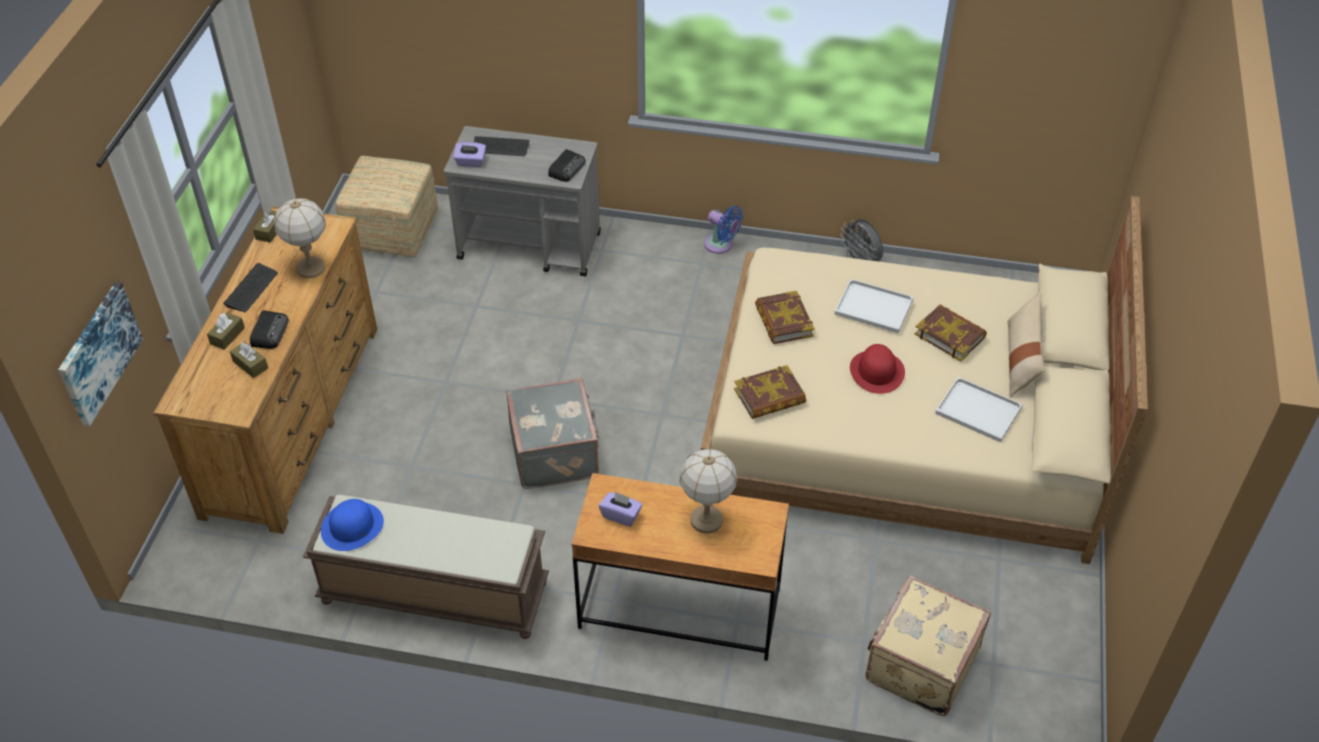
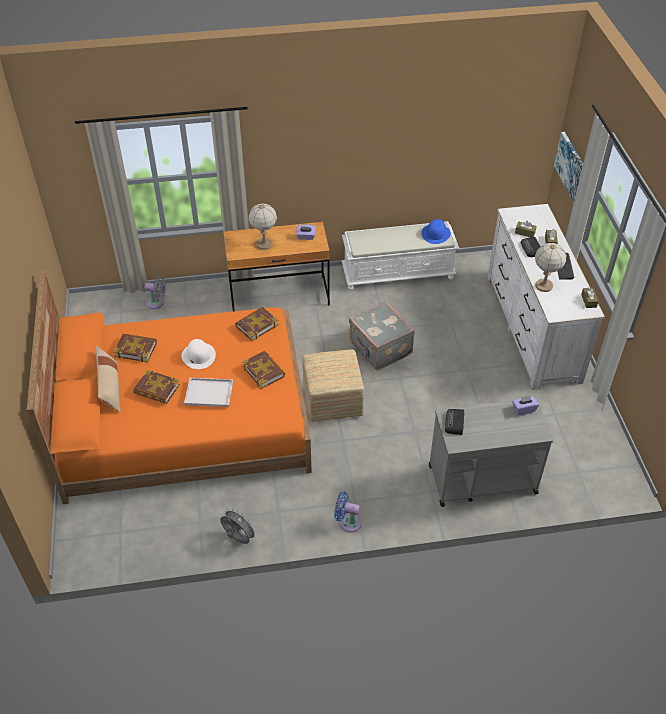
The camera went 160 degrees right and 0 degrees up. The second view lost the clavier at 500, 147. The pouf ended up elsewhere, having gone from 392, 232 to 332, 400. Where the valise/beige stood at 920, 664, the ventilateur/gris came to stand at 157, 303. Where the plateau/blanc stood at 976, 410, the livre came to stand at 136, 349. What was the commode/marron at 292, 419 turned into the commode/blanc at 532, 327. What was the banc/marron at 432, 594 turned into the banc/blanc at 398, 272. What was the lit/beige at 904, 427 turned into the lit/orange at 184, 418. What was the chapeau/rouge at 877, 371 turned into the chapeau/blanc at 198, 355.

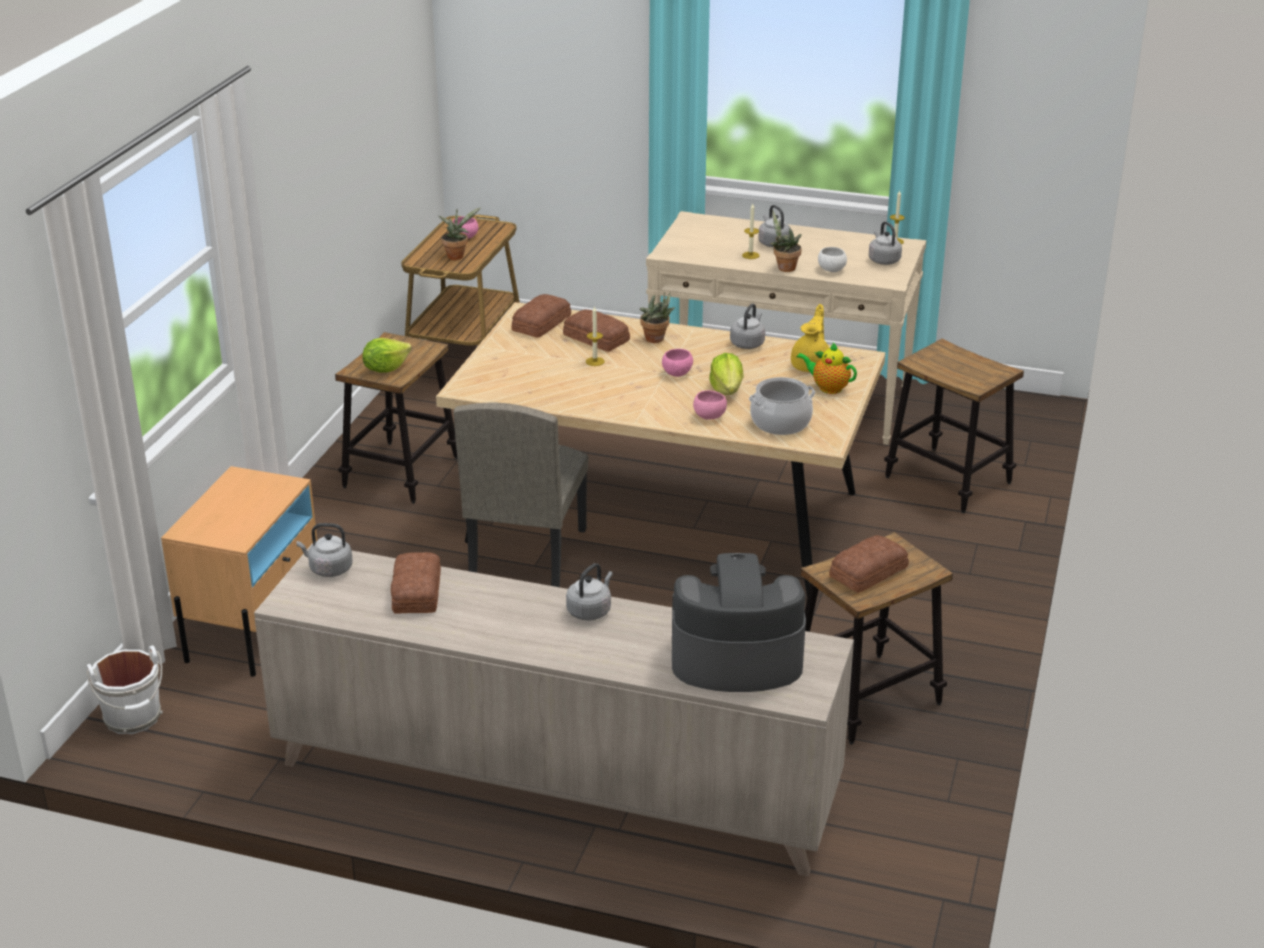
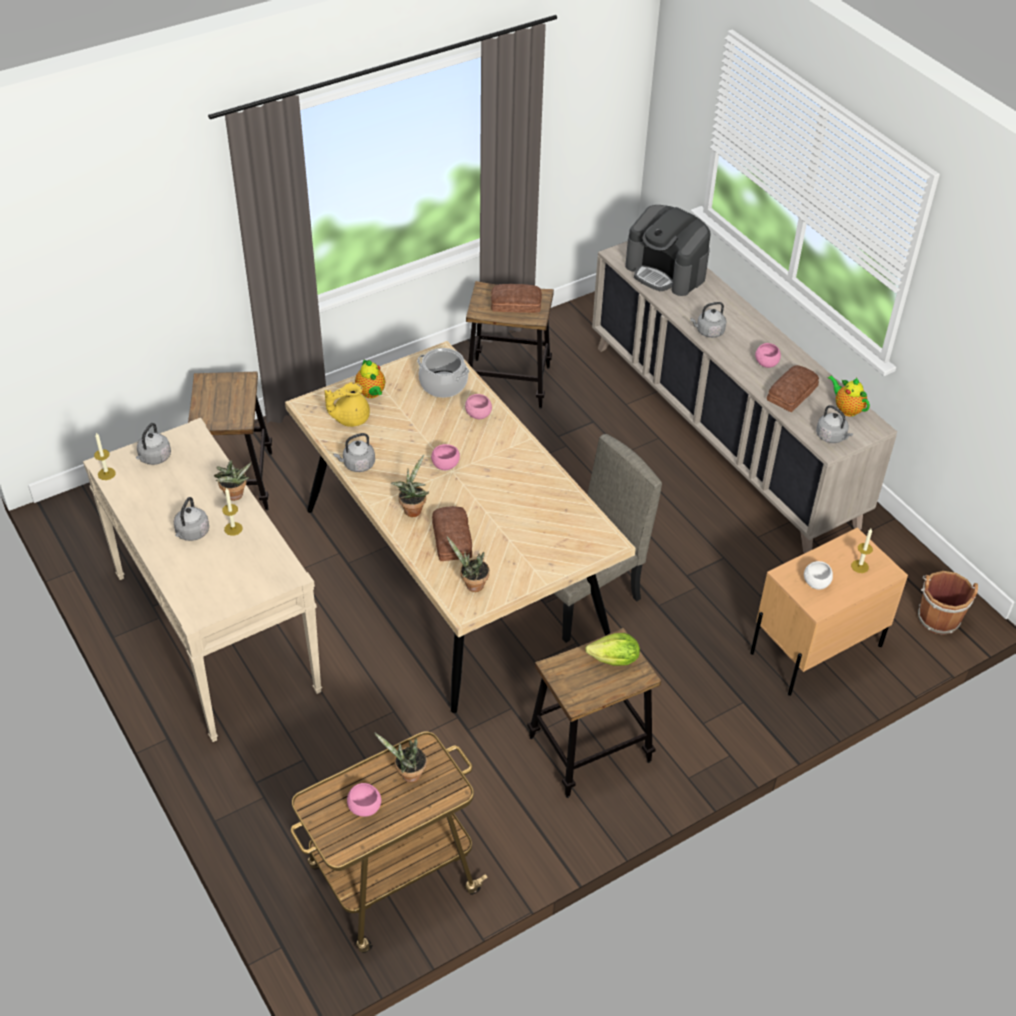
The camera went 140 degrees left and 15 degrees up. The second view lost the laitue at 727, 390. The second view gained the bol/rose at 766, 363. The second view gained the théière at 846, 409. The bougie ended up elsewhere, having gone from 595, 361 to 859, 566. The bol/blanc ended up elsewhere, having gone from 831, 270 to 816, 583. Where the pain stood at 540, 323, the plante en pot came to stand at 471, 585. What was the seau/blanc at 133, 718 turned into the seau/marron at 938, 617.

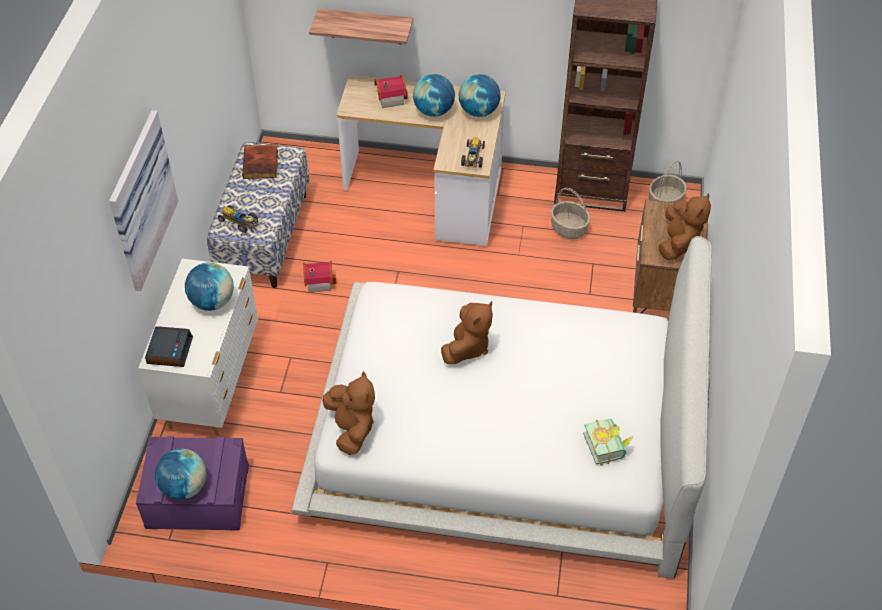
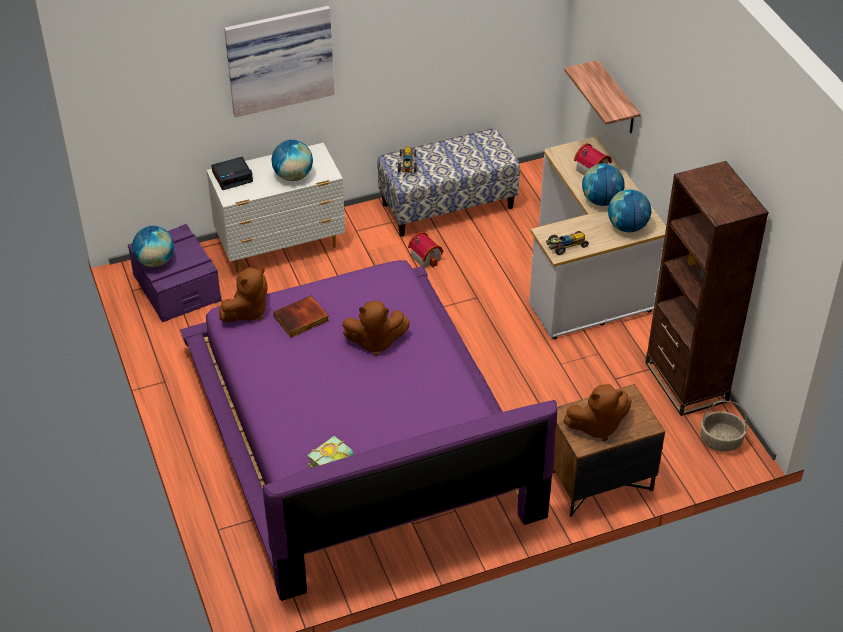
The camera went 60 degrees right and 5 degrees down. The second view lost the panier at 569, 229. The livre ended up elsewhere, having gone from 261, 164 to 301, 319. What was the lit/blanc at 504, 430 turned into the lit/violet at 358, 432.

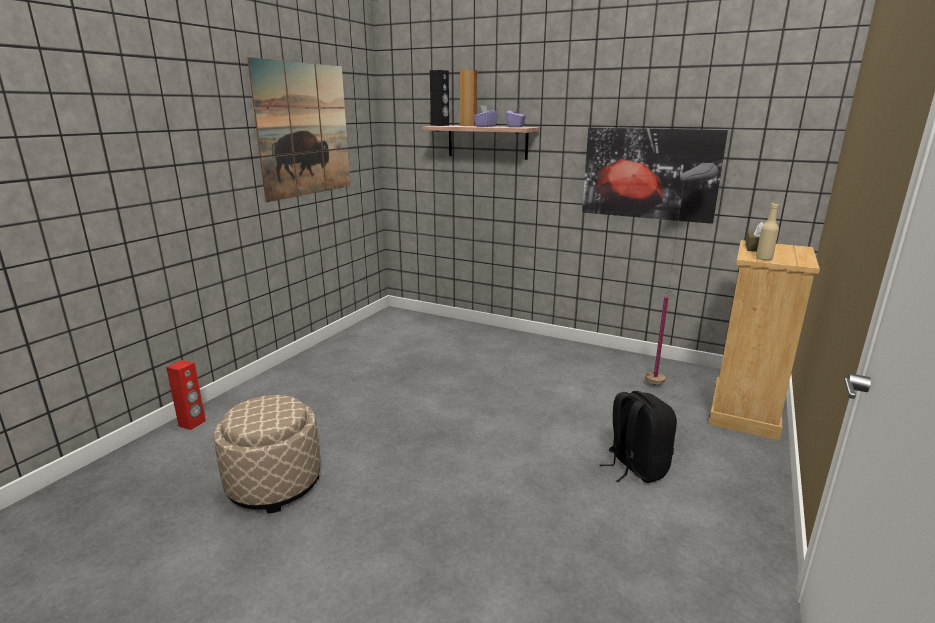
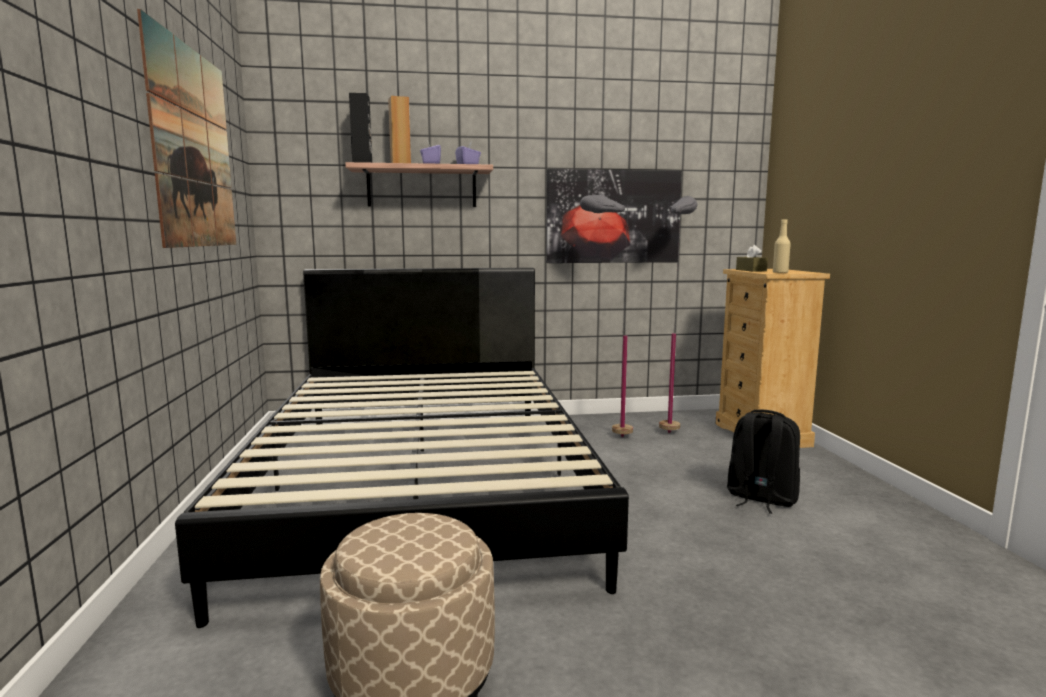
The camera went 35 degrees left and 10 degrees down. The second view lost the enceinte/rouge at 192, 423. The second view gained the lit/noir at 424, 485. The second view gained the lampadaire/gris at 604, 434.

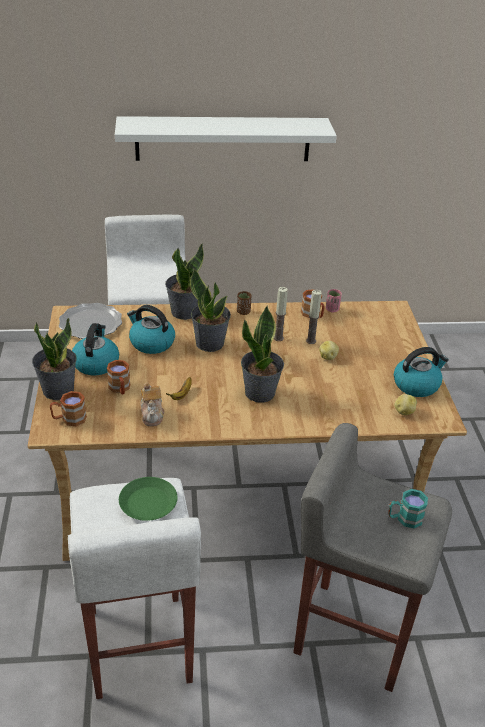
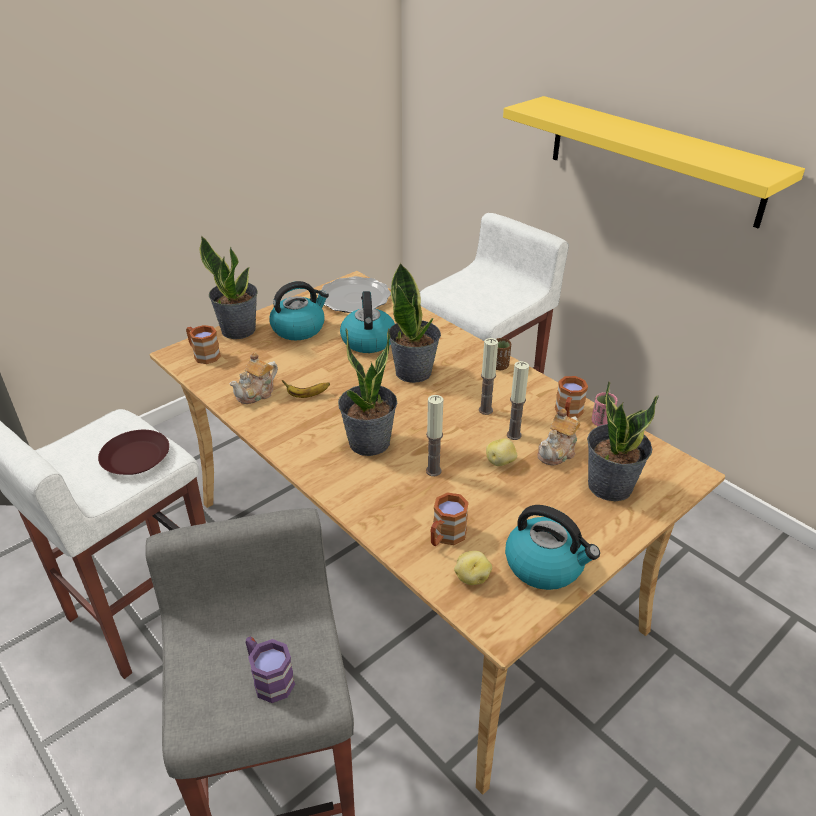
The camera went 55 degrees right and 0 degrees up. The second view gained the bougie at 433, 471. The second view gained the théière at 557, 452. The mug/marron ended up elsewhere, having gone from 120, 389 to 445, 537. The plante en pot ended up elsewhere, having gone from 184, 312 to 609, 485. What was the étagère/blanc at 223, 139 turned into the étagère/jaune at 653, 159. What was the assiette/vert at 149, 503 turned into the assiette/marron at 136, 458. What was the mug/turquoise at 404, 518 turned into the mug/violet at 269, 678.

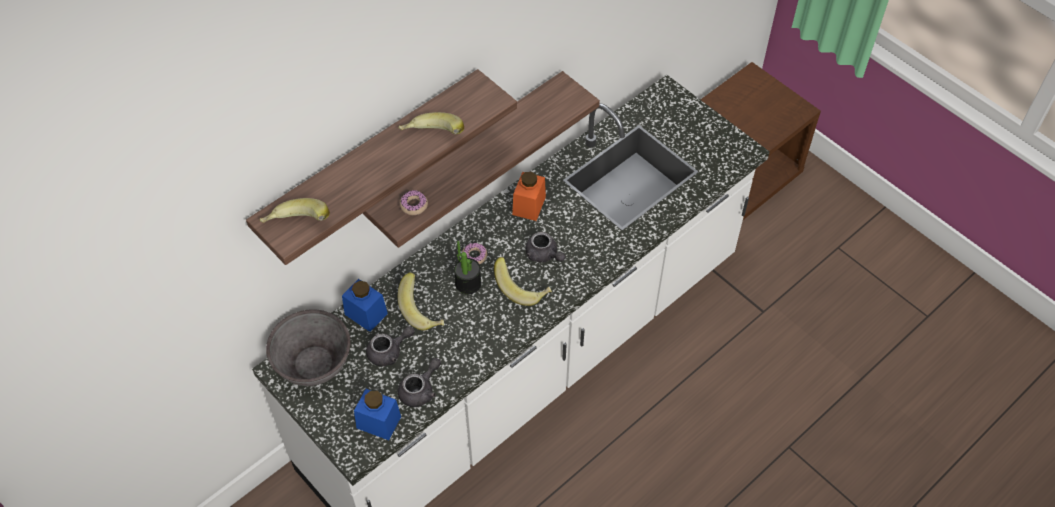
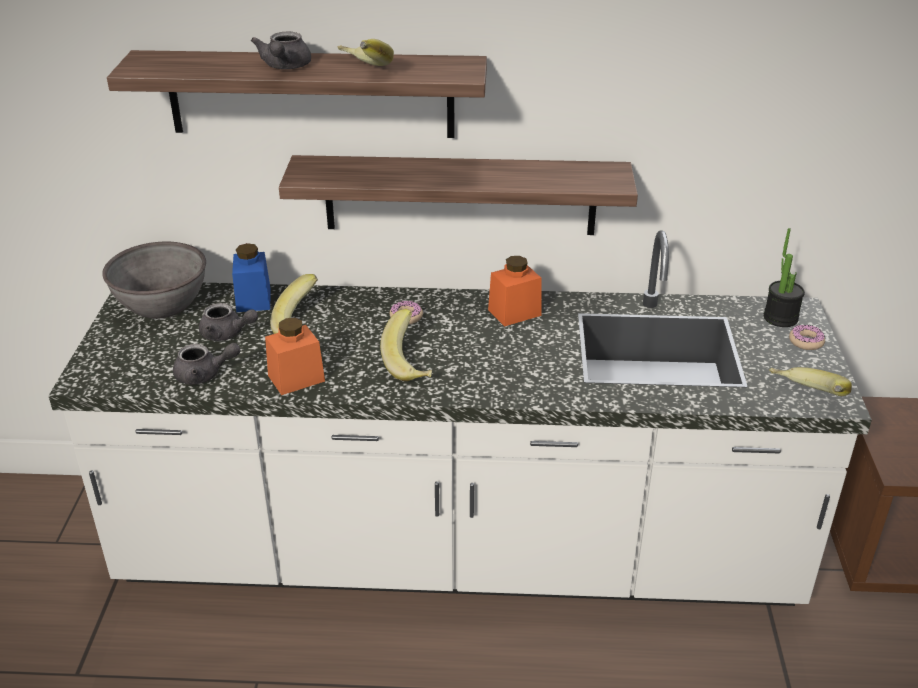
The camera went 45 degrees right and 20 degrees down. The second view lost the bocal/bleu at 378, 422. The second view gained the bocal/orange at 296, 378. The banane ended up elsewhere, having gone from 297, 227 to 805, 397. The beignet ended up elsewhere, having gone from 414, 205 to 806, 342. The plante en pot ended up elsewhere, having gone from 468, 283 to 780, 318. The théière/gris ended up elsewhere, having gone from 544, 255 to 285, 67.

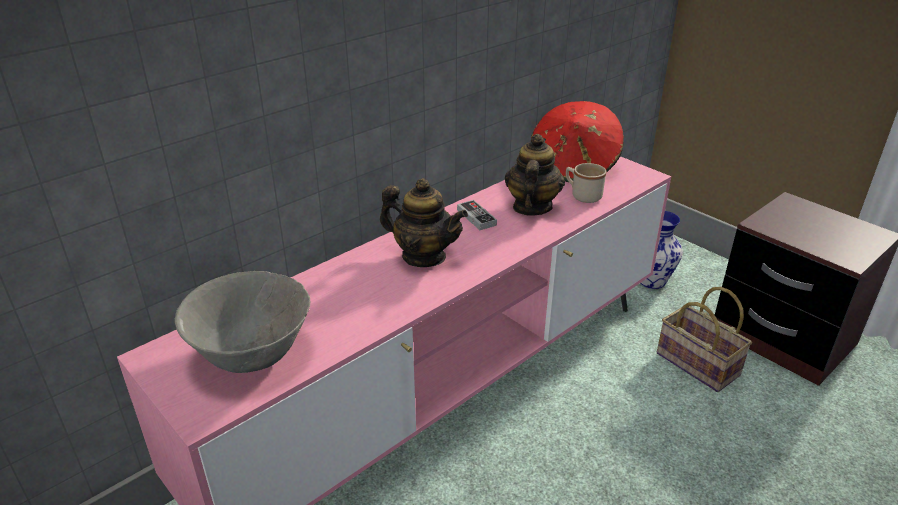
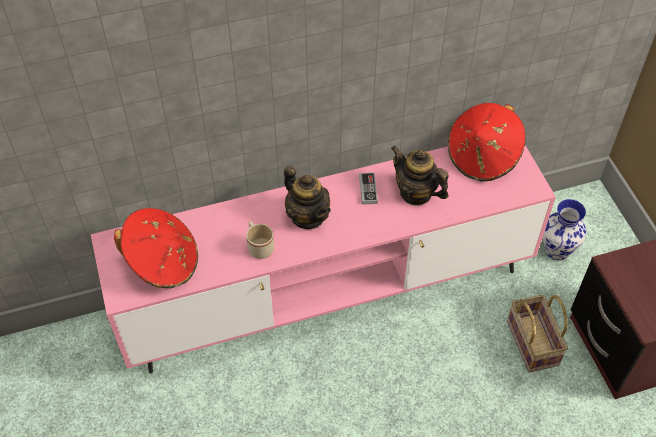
The camera went 25 degrees right and 20 degrees up. The mug/beige ended up elsewhere, having gone from 582, 195 to 259, 246. Where the bol/gris stood at 252, 354, the chapeau/rouge came to stand at 163, 262. The théière at 531, 207 ended up facing another way, 90 degrees counterclockwise from before.

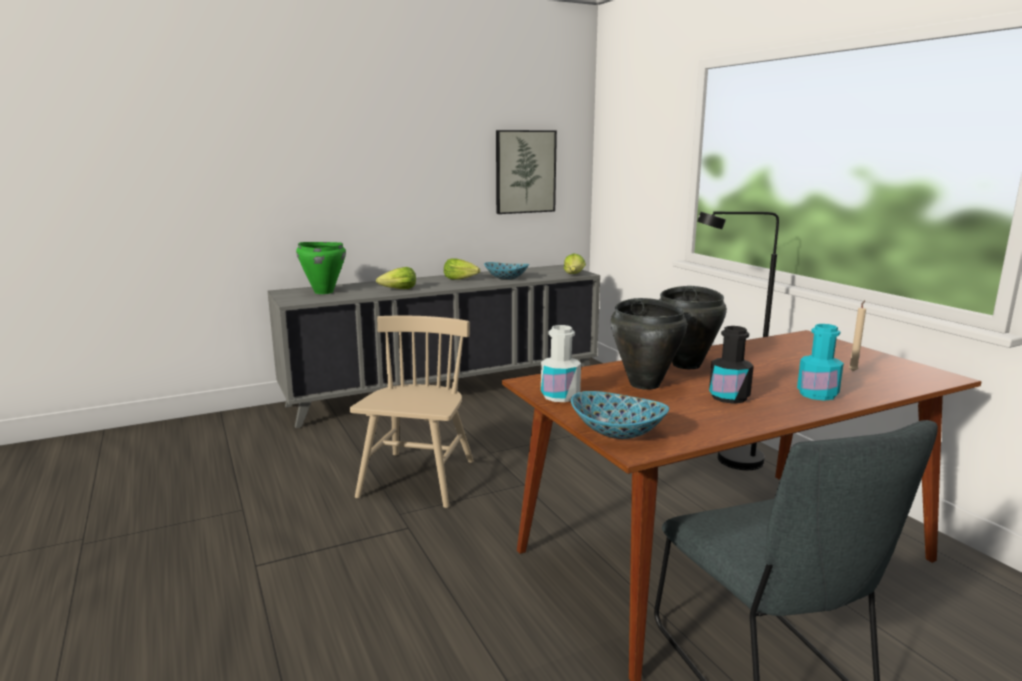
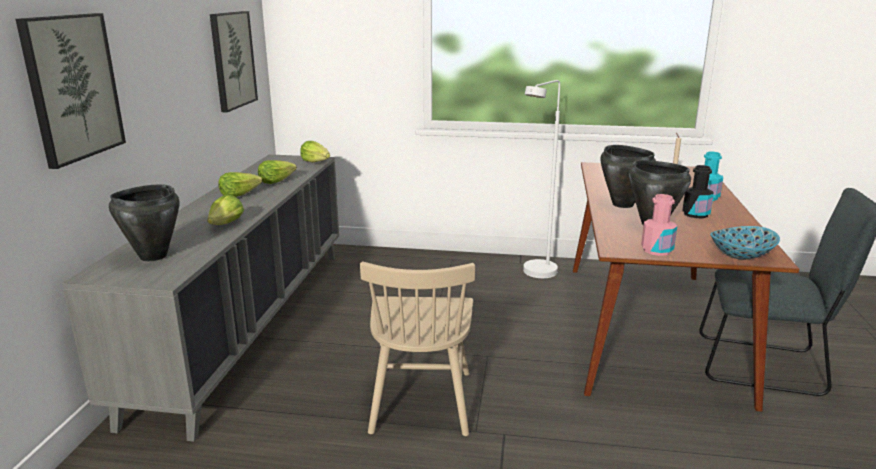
The camera went 55 degrees left and 5 degrees up. The second view gained the tableau at 72, 87. Where the bol stood at 506, 278, the laitue came to stand at 276, 181. What was the marmite/vert at 323, 292 turned into the marmite/noir at 152, 256. What was the bouteille/blanc at 560, 396 turned into the bouteille/rose at 656, 250. What was the lampadaire/noir at 727, 461 turned into the lampadaire/blanc at 536, 275. The chaise/beige at 418, 479 ended up facing another way, 135 degrees counterclockwise from before.

